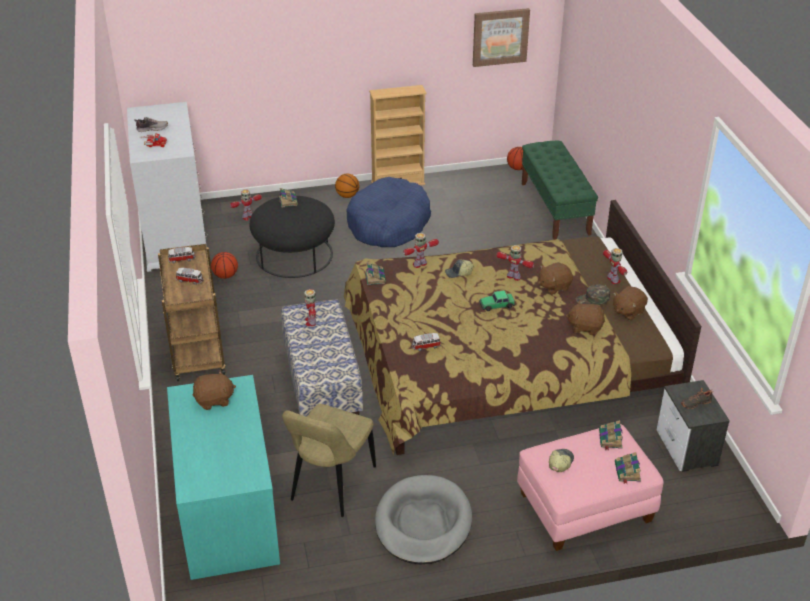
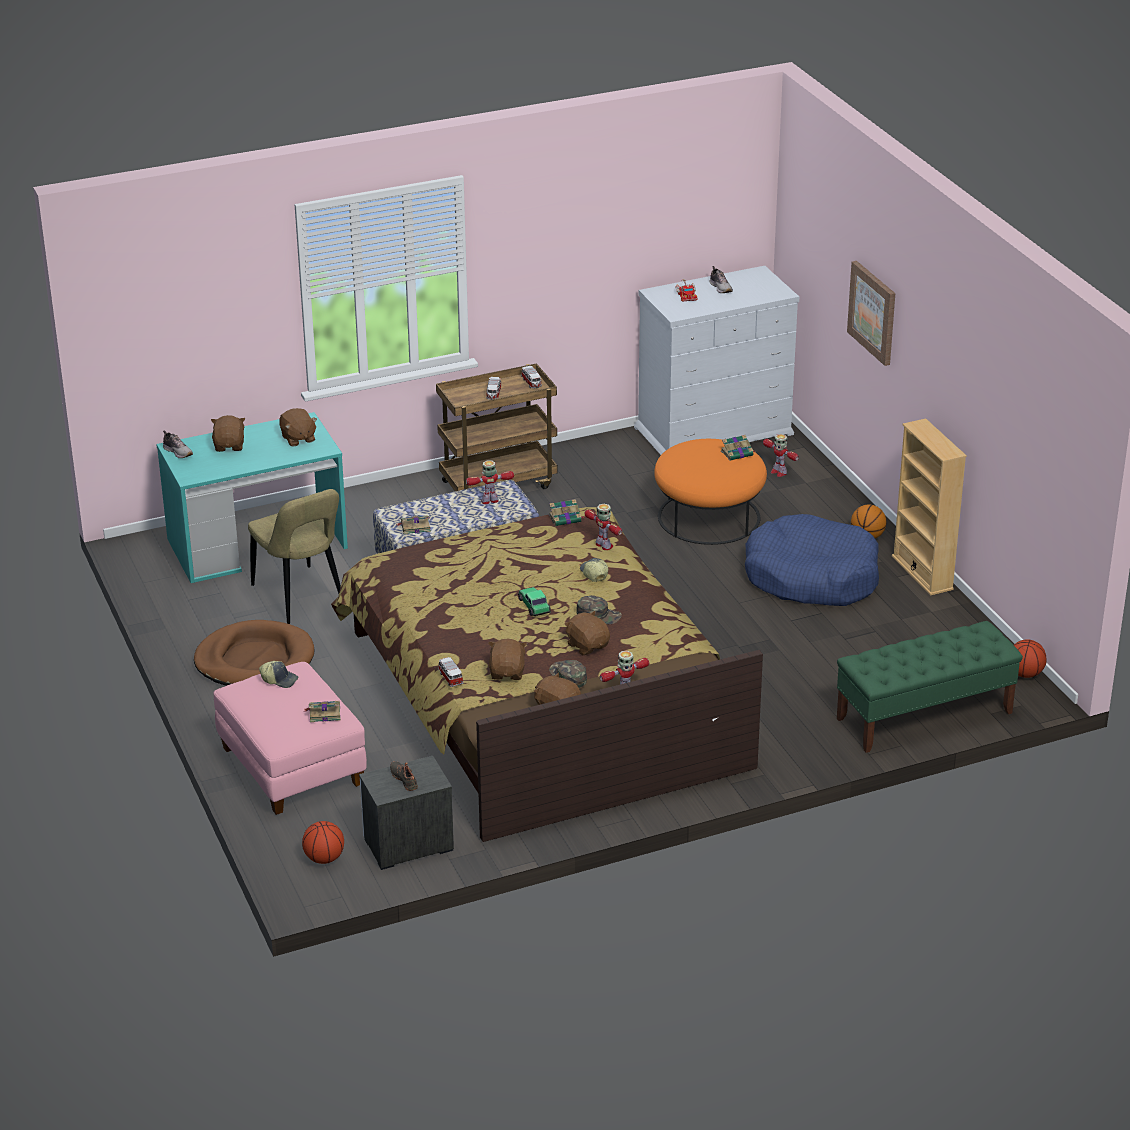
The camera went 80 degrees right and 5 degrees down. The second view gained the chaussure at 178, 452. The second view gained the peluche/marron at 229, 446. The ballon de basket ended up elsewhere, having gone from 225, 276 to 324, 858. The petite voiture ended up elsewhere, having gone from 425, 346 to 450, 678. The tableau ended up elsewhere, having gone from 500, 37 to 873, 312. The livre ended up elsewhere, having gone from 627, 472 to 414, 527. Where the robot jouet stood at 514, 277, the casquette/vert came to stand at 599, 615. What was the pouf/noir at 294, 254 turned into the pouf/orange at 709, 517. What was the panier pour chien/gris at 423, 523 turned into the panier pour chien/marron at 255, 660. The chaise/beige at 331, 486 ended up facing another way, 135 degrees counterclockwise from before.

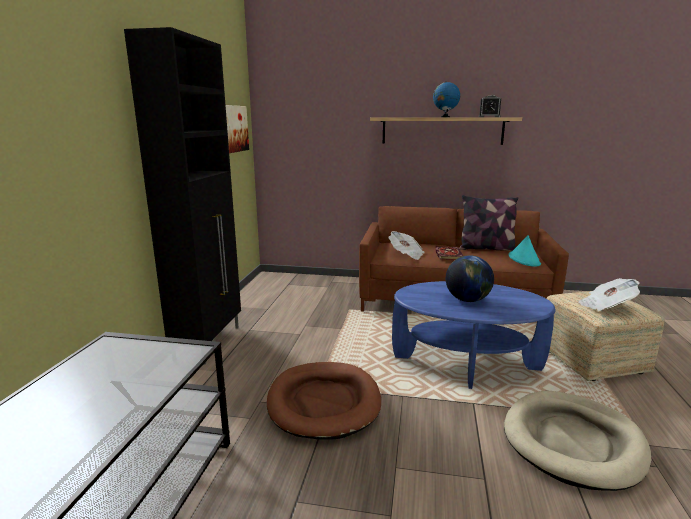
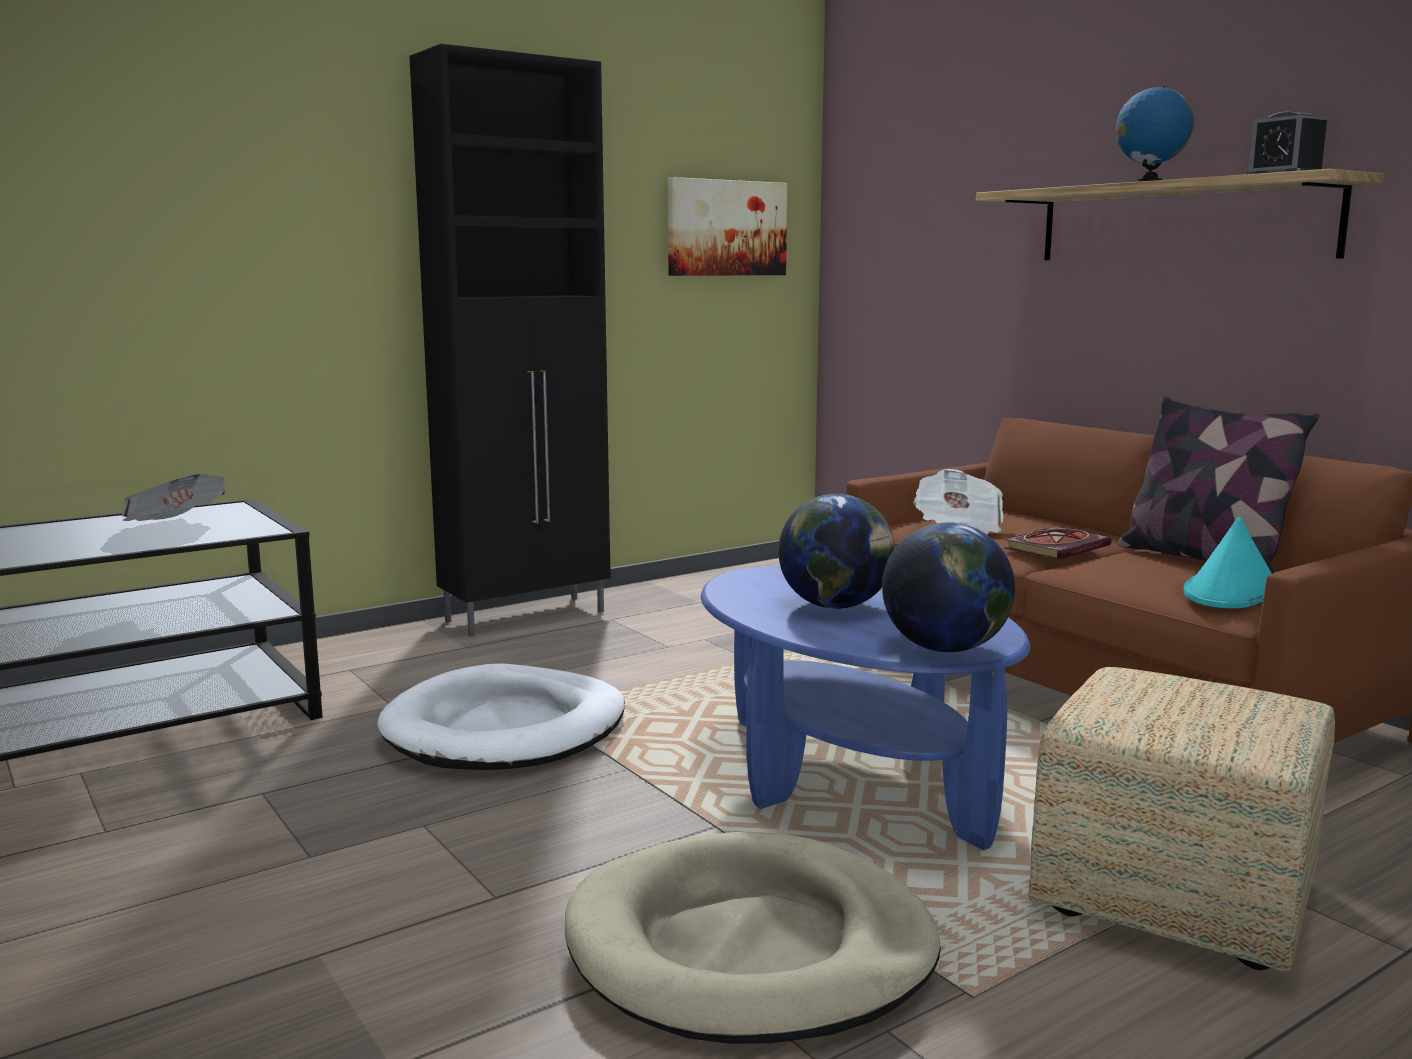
The camera went 45 degrees right and 5 degrees down. The second view gained the globe at 945, 648. The journal ended up elsewhere, having gone from 606, 306 to 176, 527. What was the panier pour chien/marron at 324, 402 turned into the panier pour chien/blanc at 506, 728.

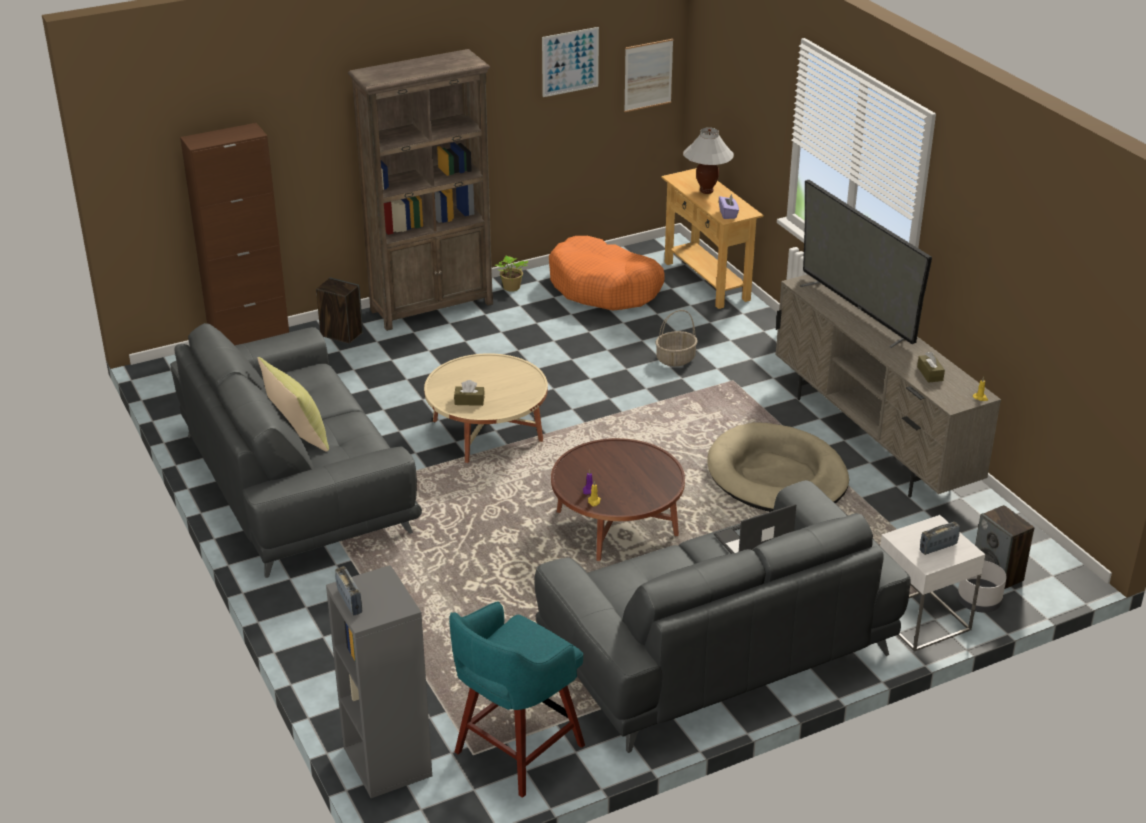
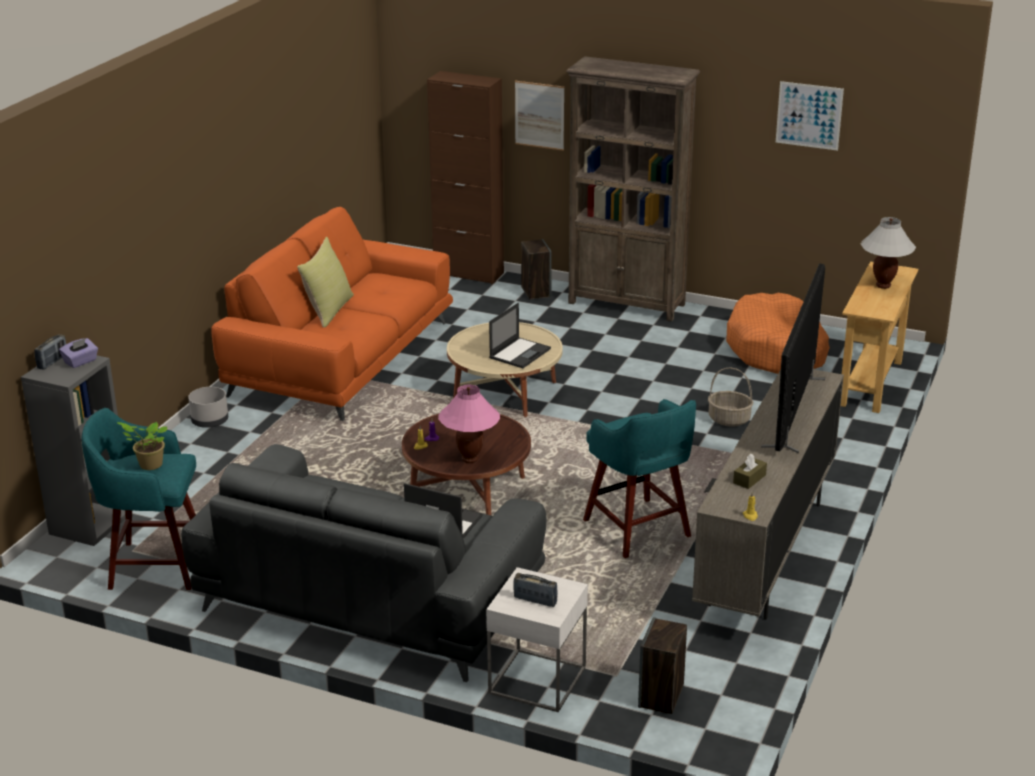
The camera went 50 degrees right and 5 degrees down. The second view lost the boîte à mouchoirs/marron at 469, 401. The second view gained the lampe de table/rose at 470, 459. The second view gained the ordinateur portable at 520, 353. The plante en pot ended up elsewhere, having gone from 511, 288 to 149, 465. The tableau ended up elsewhere, having gone from 648, 75 to 539, 115. The boîte à mouchoirs/violet ended up elsewhere, having gone from 728, 214 to 80, 362. The cache-pot/gris ended up elsewhere, having gone from 978, 601 to 210, 421. Where the panier pour chien/beige stood at 777, 476, the tabouret/turquoise came to stand at 638, 530. What was the canapé/gris at 296, 482 turned into the canapé/orange at 341, 358.

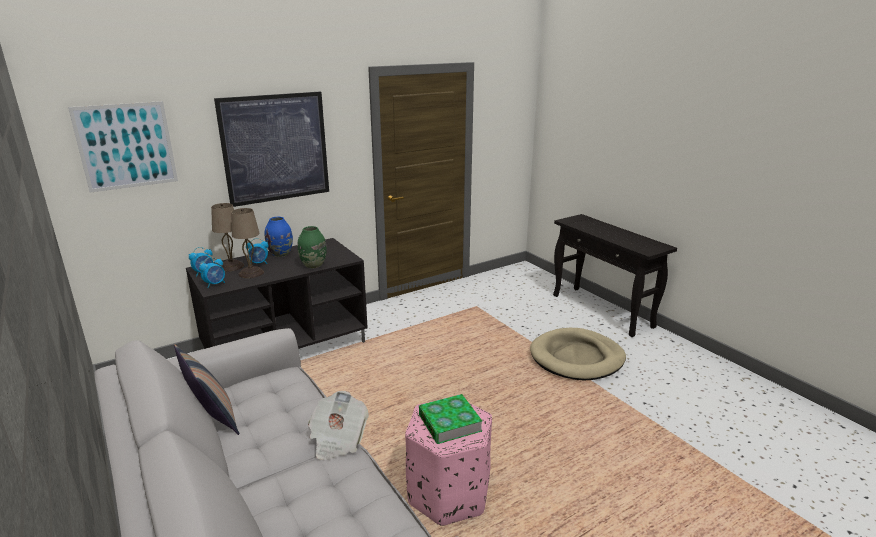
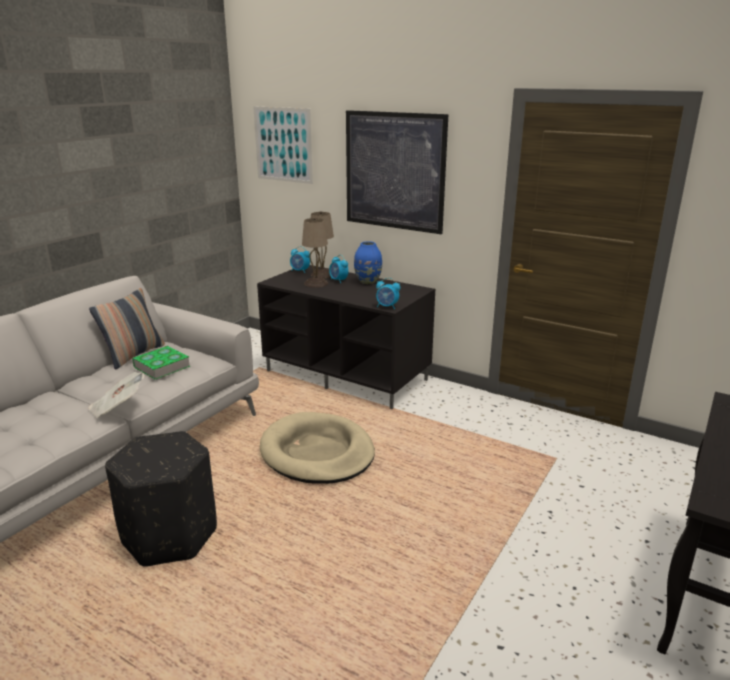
The camera went 65 degrees right and 0 degrees up. The second view lost the vase/vert at 313, 265. The réveil ended up elsewhere, having gone from 215, 284 to 387, 307. The livre ended up elsewhere, having gone from 449, 423 to 162, 366. The panier pour chien/beige ended up elsewhere, having gone from 577, 358 to 317, 452. What was the pouf/rose at 448, 493 turned into the pouf/noir at 170, 535.

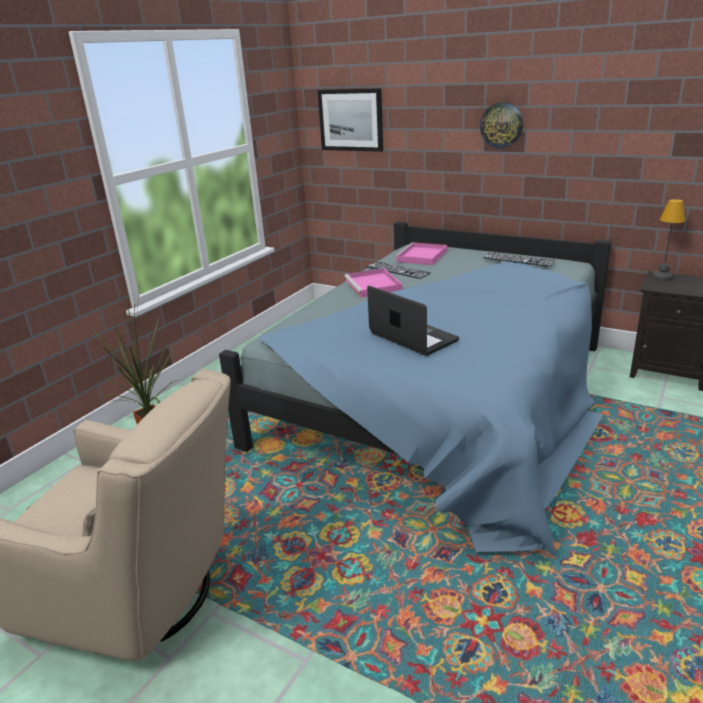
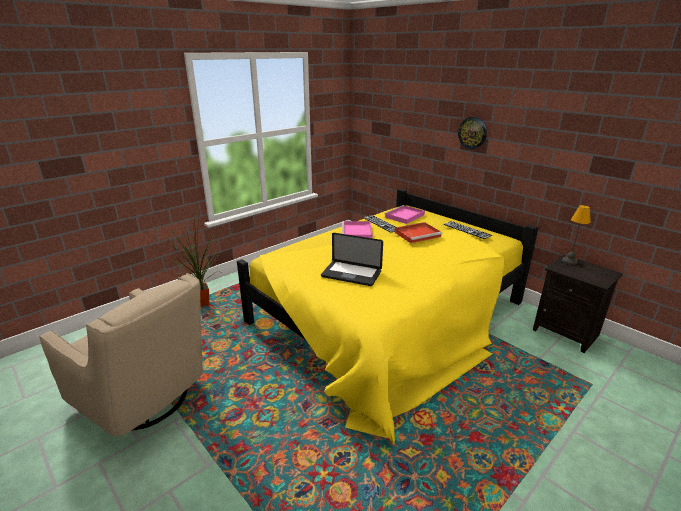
The camera went 15 degrees right and 0 degrees up. The second view lost the tableau at 351, 120. The second view gained the plateau/rouge at 418, 234. What was the lit/bleu at 443, 400 turned into the lit/jaune at 389, 318. The ordinateur portable at 413, 337 ended up facing another way, 135 degrees clockwise from before.

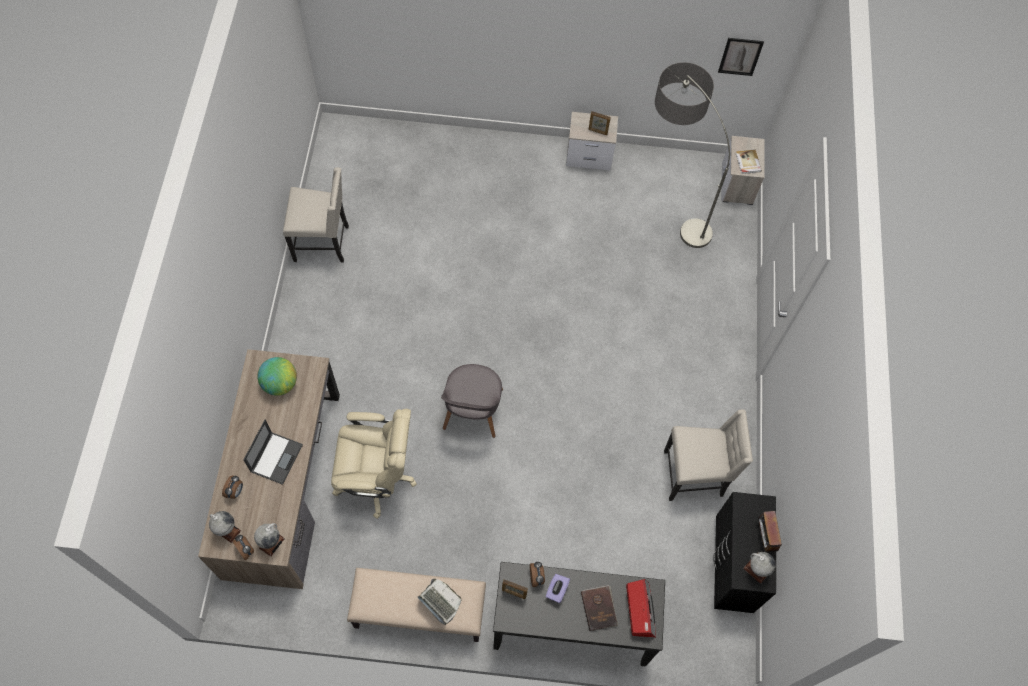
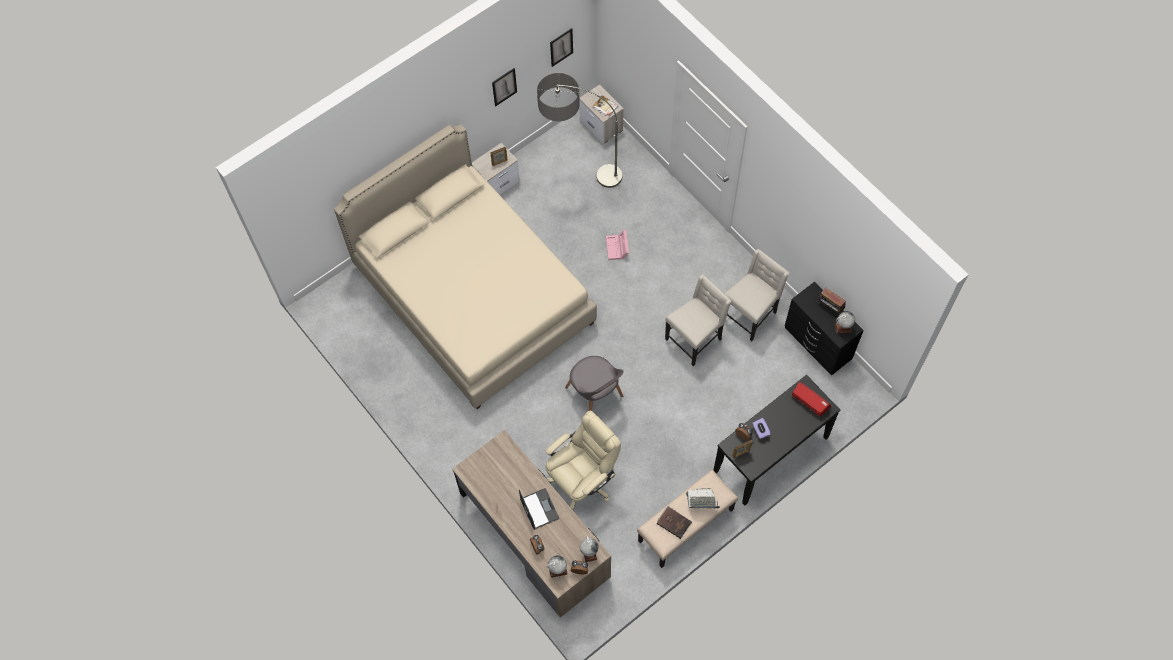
The camera went 40 degrees left and 0 degrees up. The second view lost the globe at 280, 383. The second view gained the lit/beige at 473, 295. The second view gained the tableau at 504, 87. The second view gained the boîte de rangement/rose at 617, 248. The chaise/beige ended up elsewhere, having gone from 323, 243 to 694, 339. The livre/marron ended up elsewhere, having gone from 599, 608 to 674, 522.

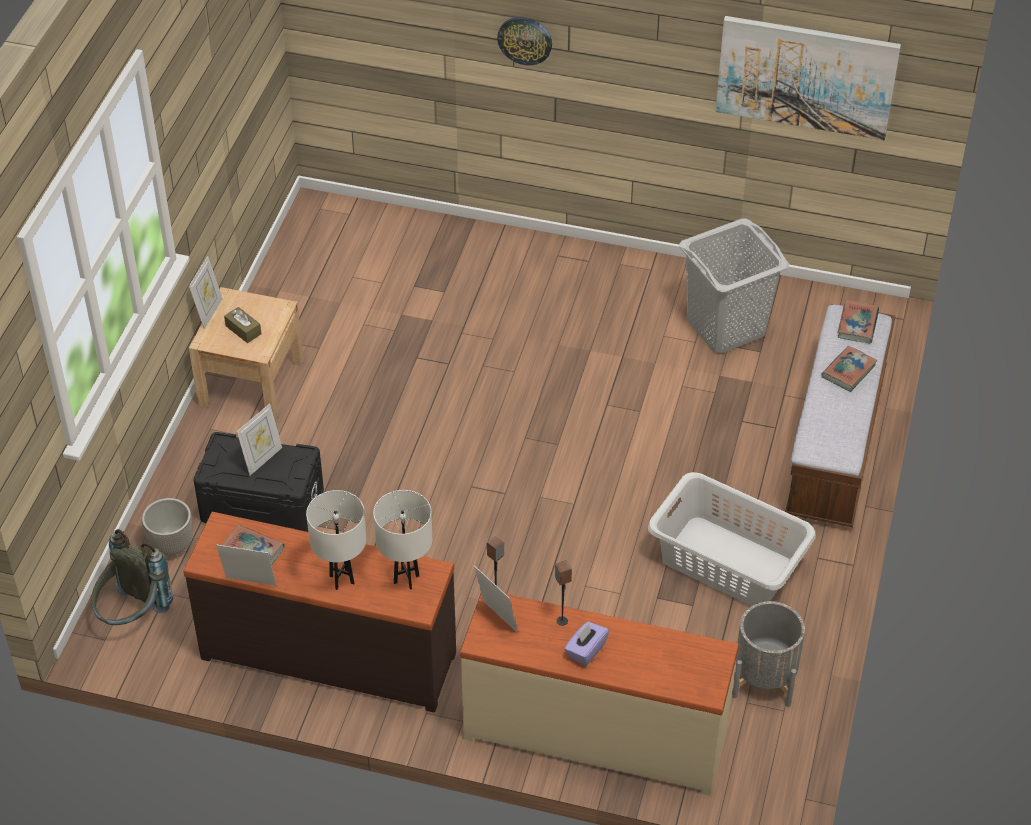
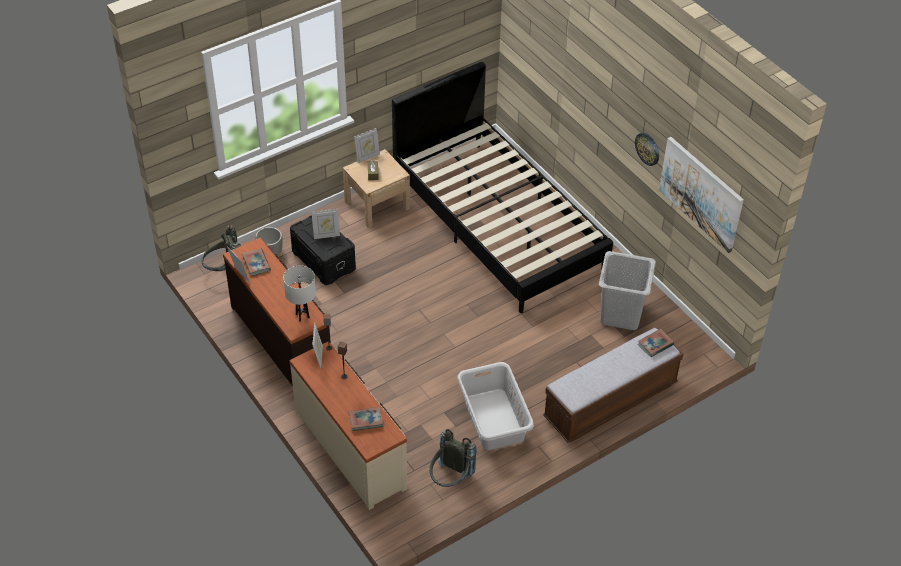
The camera went 40 degrees right and 0 degrees up. The second view lost the lampe de table/blanc at 341, 579. The second view lost the boîte à mouchoirs/violet at 586, 651. The second view gained the lit/noir at 498, 223. The horloge murale ended up elsewhere, having gone from 525, 40 to 647, 148. The livre ended up elsewhere, having gone from 848, 371 to 366, 420. Where the cache-pot/gris stood at 764, 679, the sac à dos/gris came to stand at 450, 480.

